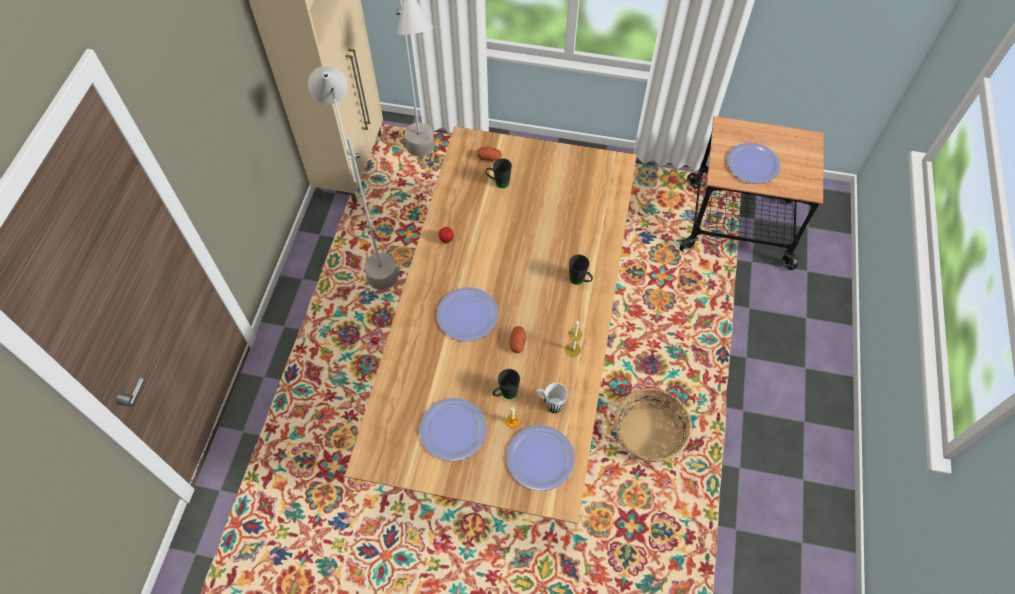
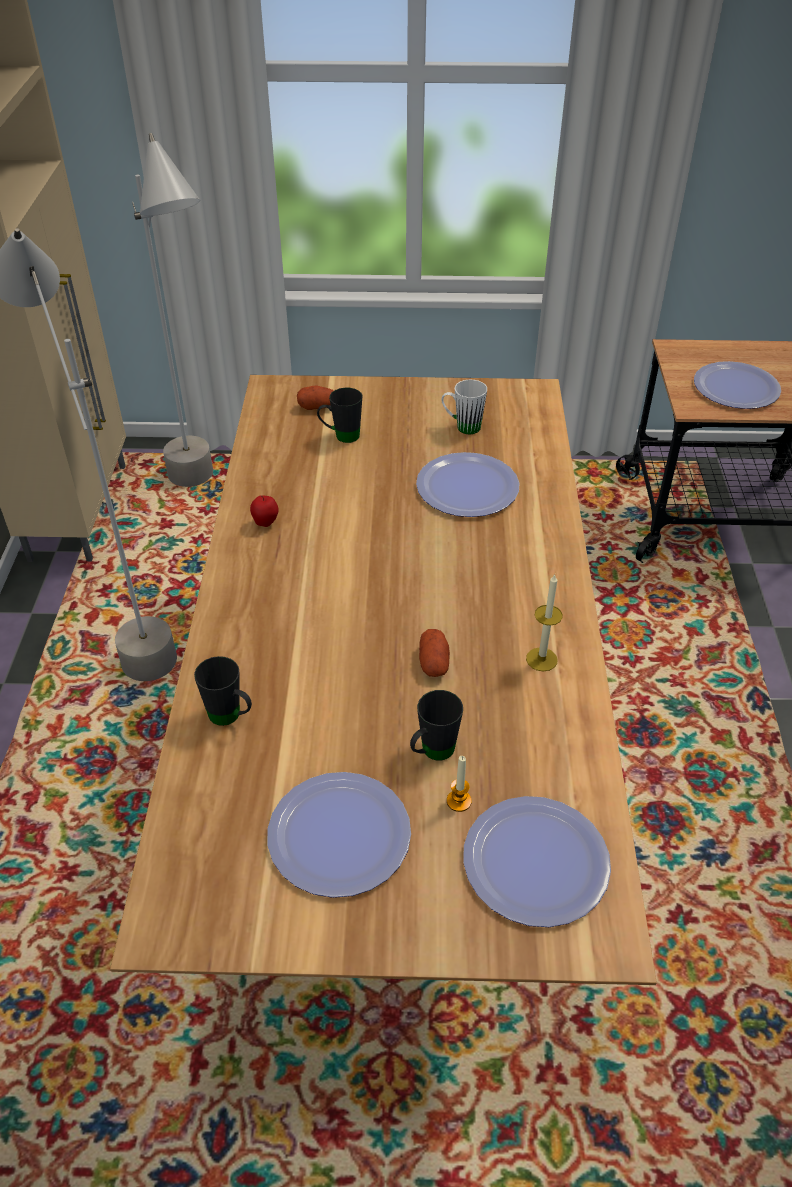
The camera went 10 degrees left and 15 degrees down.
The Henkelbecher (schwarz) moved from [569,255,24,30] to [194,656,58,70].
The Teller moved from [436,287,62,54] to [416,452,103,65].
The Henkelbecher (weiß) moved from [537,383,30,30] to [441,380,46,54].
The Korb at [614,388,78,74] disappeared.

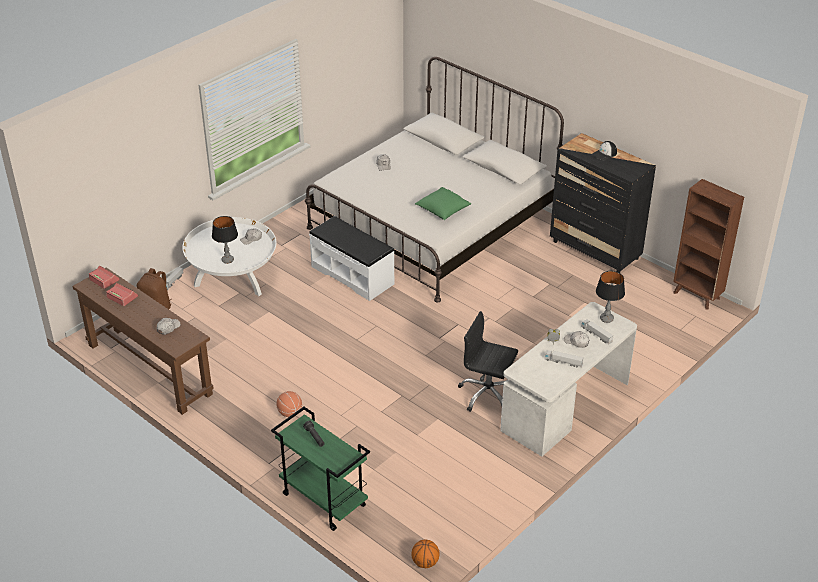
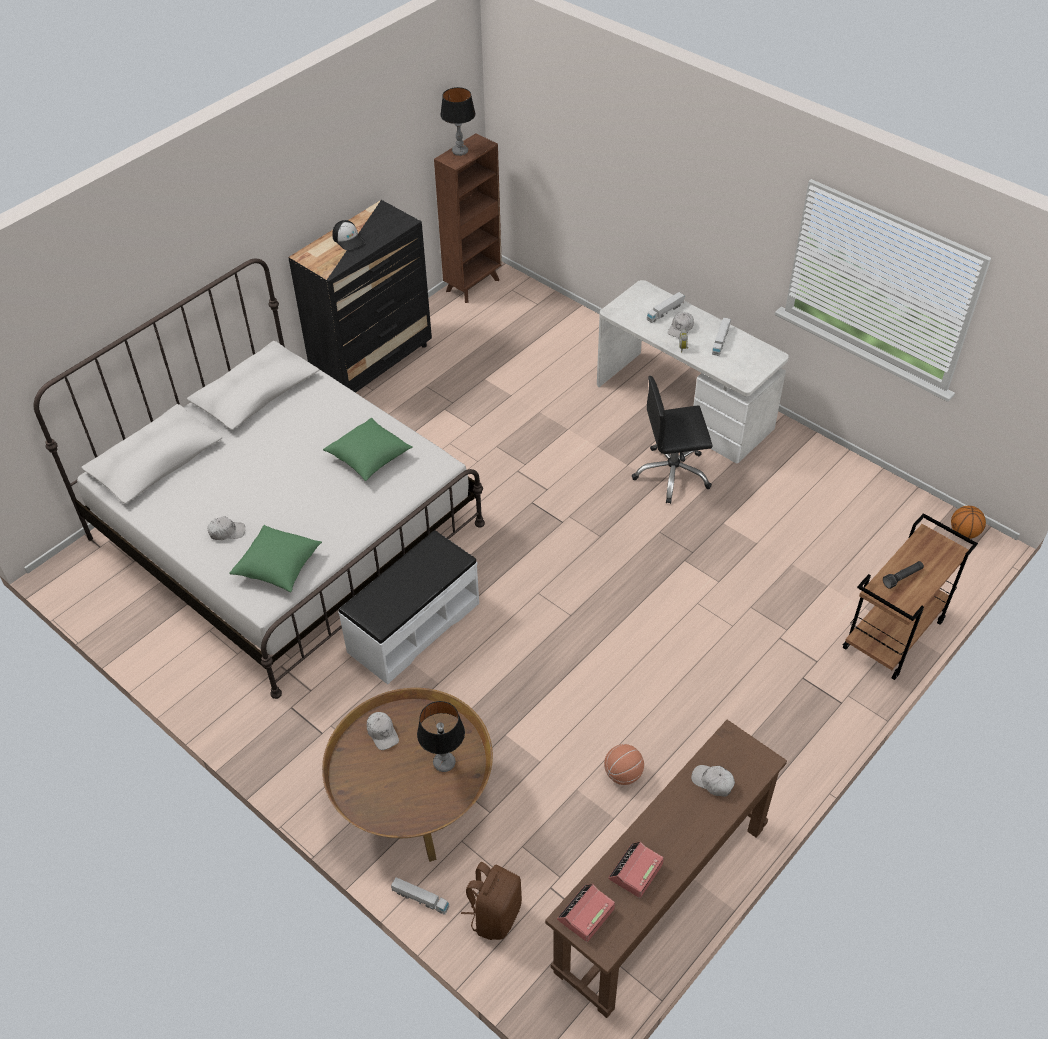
The camera went 90 degrees left and 10 degrees up.
The Kissen (grün) at [229,525,93,67] appeared.
The Couchtisch (weiß) at [182,217,94,79] became the Couchtisch (braun) at [322,688,171,174].
The Tischlampe moved from [596,271,29,52] to [440,87,36,69].
The Basketball moved from [276,391,26,26] to [604,744,40,41].
The Bürostuhl (schwarz) at [458,311,60,101] turned 60 degrees clockwise.
The Rollwagen (grün) at [271,407,99,124] became the Rollwagen (braun) at [843,513,135,167].

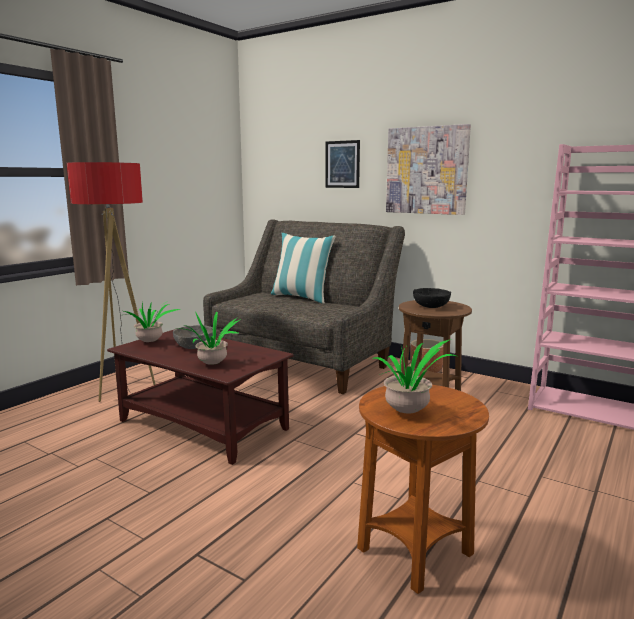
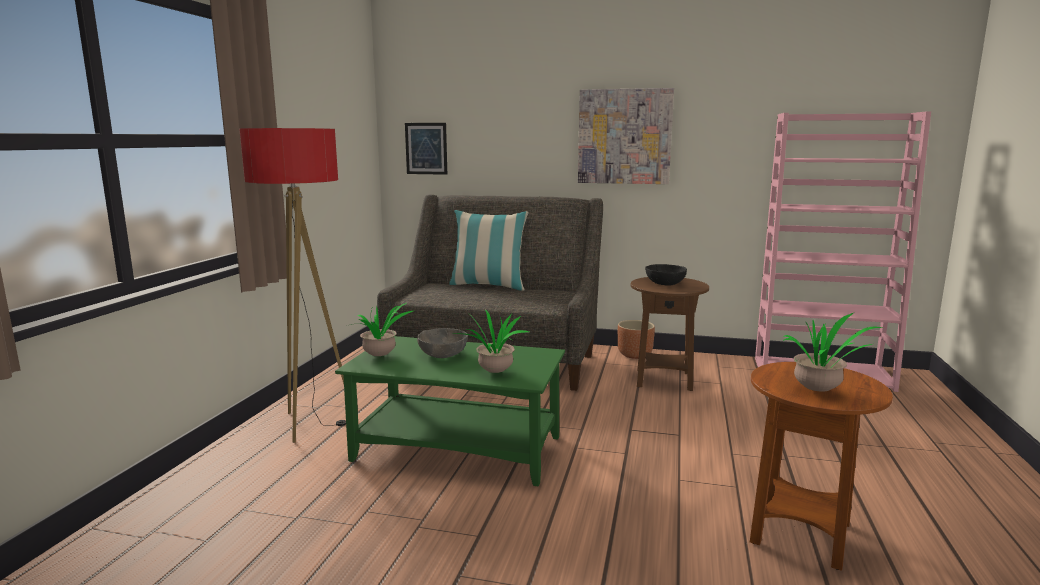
The camera went 20 degrees left and 0 degrees up.
The Couchtisch (braun) at [107,329,187,136] became the Couchtisch (grün) at [335,336,230,151].
The Bild moved from [325,140,35,48] to [405,123,42,52].

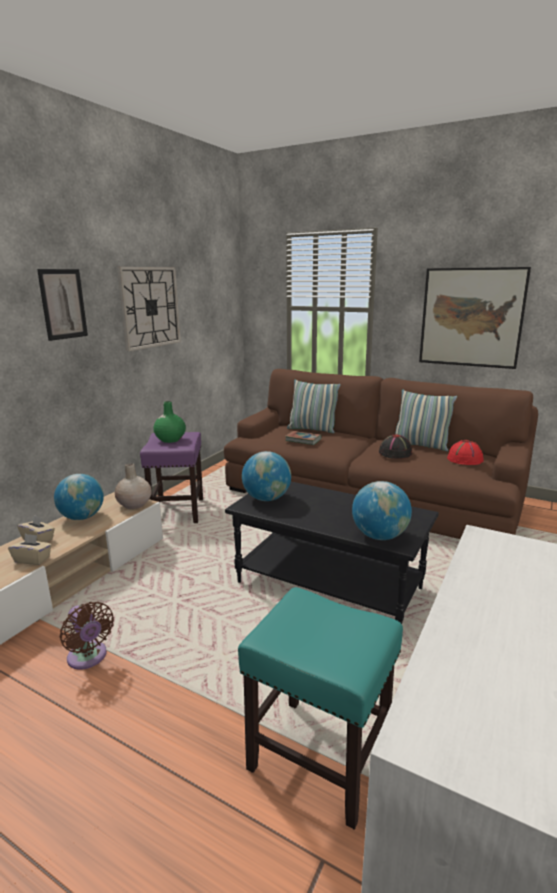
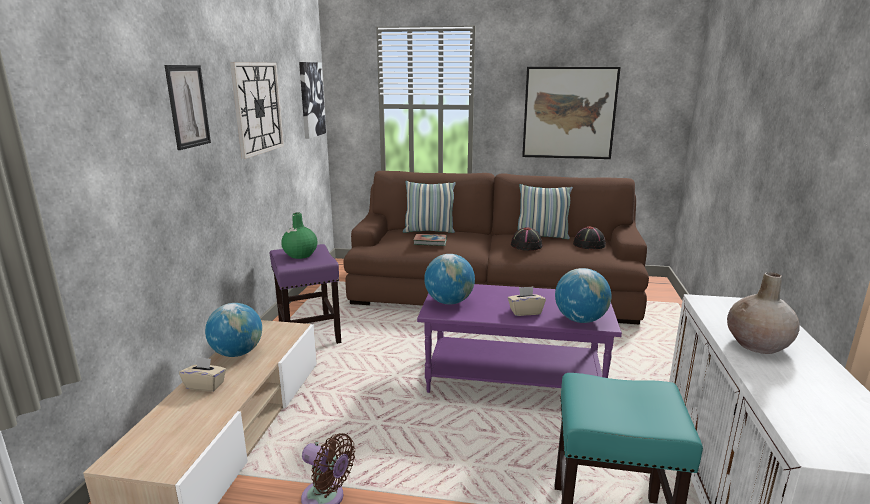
The camera went 20 degrees left and 0 degrees up.
The Bild at [299,62,27,77] appeared.
The Couchtisch (schwarz) at [225,482,214,142] became the Couchtisch (lila) at [417,284,205,109].
The Taschentuchbox (beige) moved from [8,534,44,31] to [508,287,38,29].
The Hut (rot) at [447,440,37,25] became the Hut (schwarz) at [573,226,33,23].
The Vase (beige) moved from [115,463,37,46] to [727,272,73,82].

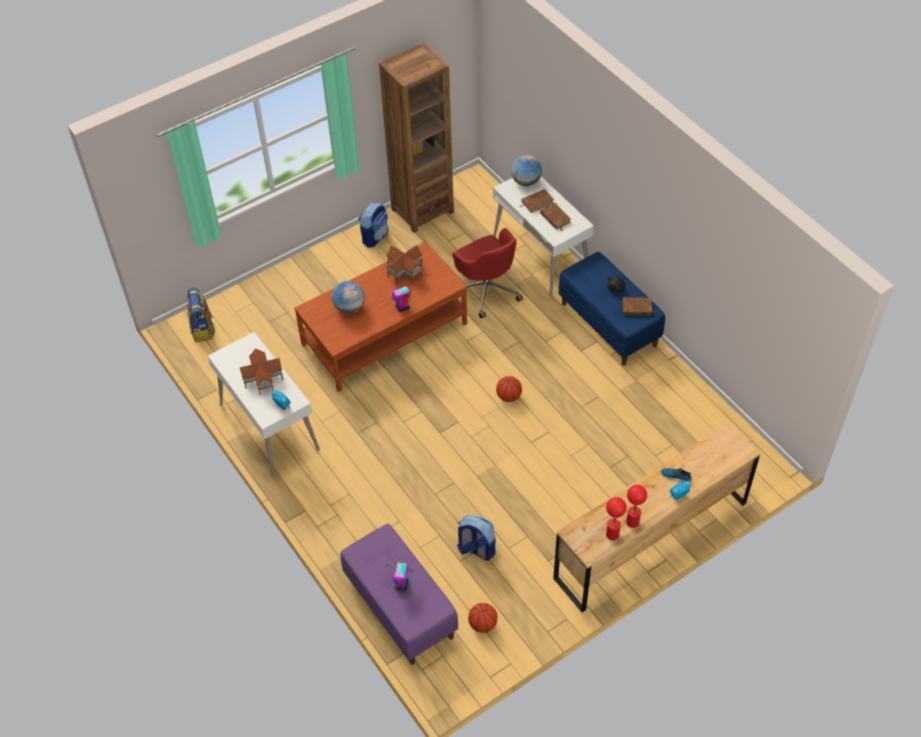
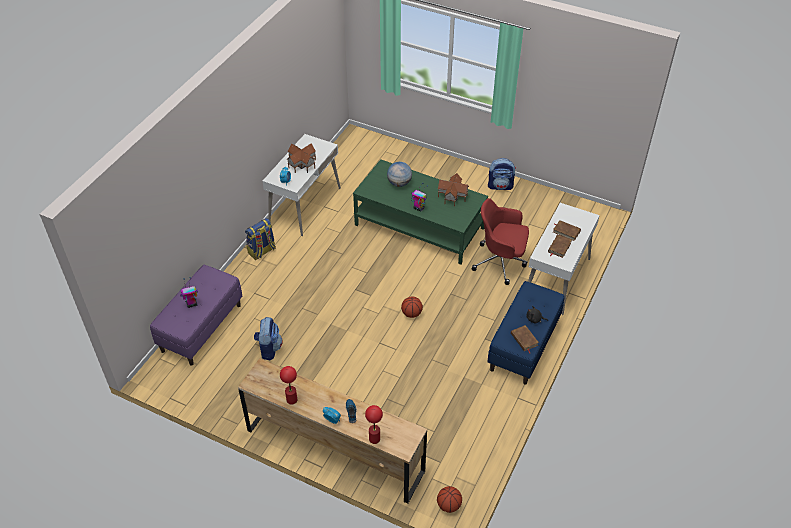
The camera went 60 degrees right and 5 degrees down.
The Rucksack moved from [187,288,28,54] to [245,218,31,42].
The Couchtisch (braun) at [294,242,173,150] became the Couchtisch (grün) at [353,159,135,106].
The Tischlampe (rot) moved from [606,497,21,43] to [365,405,18,39].
The Basketball moved from [468,603,30,30] to [437,486,25,27].
The Bürostuhl (rot) at [452,228,71,91] turned 75 degrees clockwise.
The Bücherregal (braun) at [379,43,75,190] disappeared.
The Globus at [511,155,31,31] disappeared.

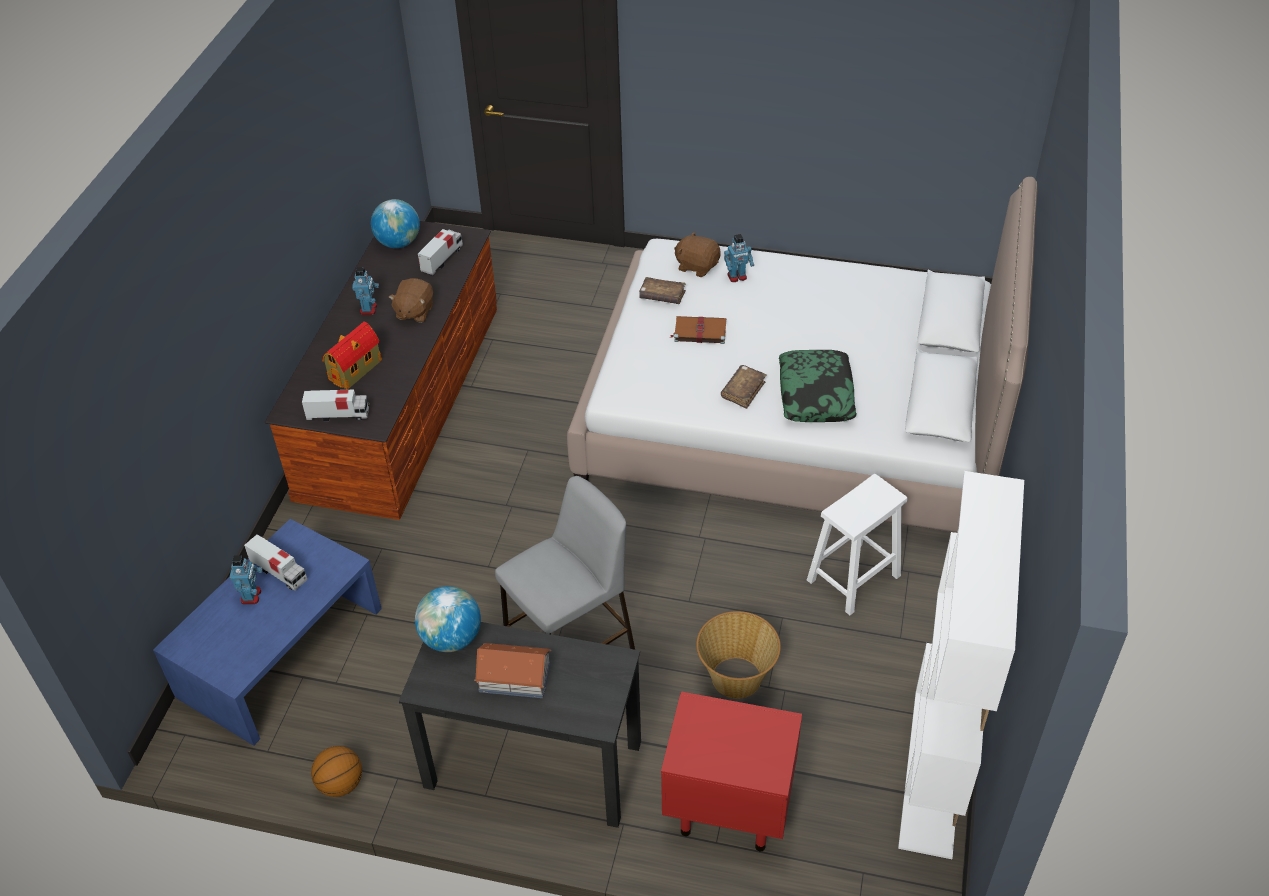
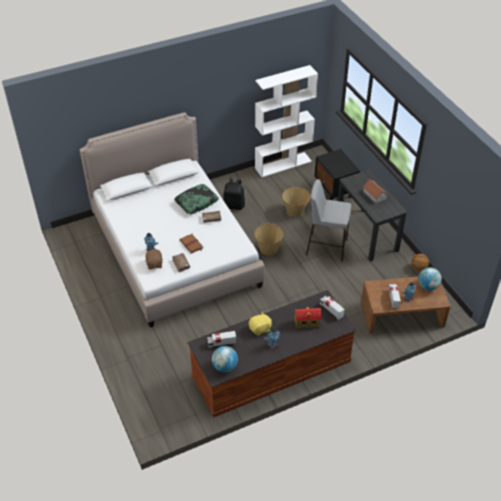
The camera went 130 degrees left and 0 degrees up.
The Hocker (weiß) at [807,474,100,141] was replaced by the Rucksack (schwarz) at [223,179,22,31].
The Plüschtier (braun) at [389,278,44,45] became the Plüschtier (gelb) at [249,312,23,24].
The Korb at [254,224,30,31] appeared.
The Nachttisch (rot) at [661,691,141,161] became the Nachttisch (schwarz) at [315,149,45,51].
The Couchtisch (blau) at [153,519,229,227] became the Couchtisch (braun) at [361,277,90,57].
The Globus moved from [415,586,66,66] to [418,267,24,24].

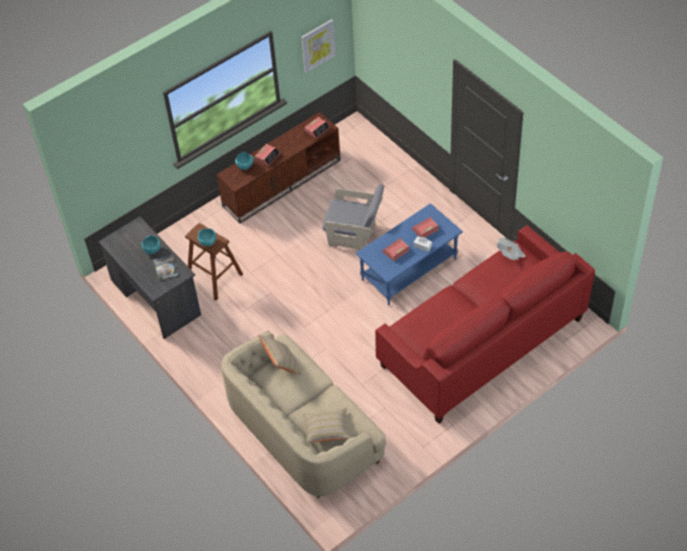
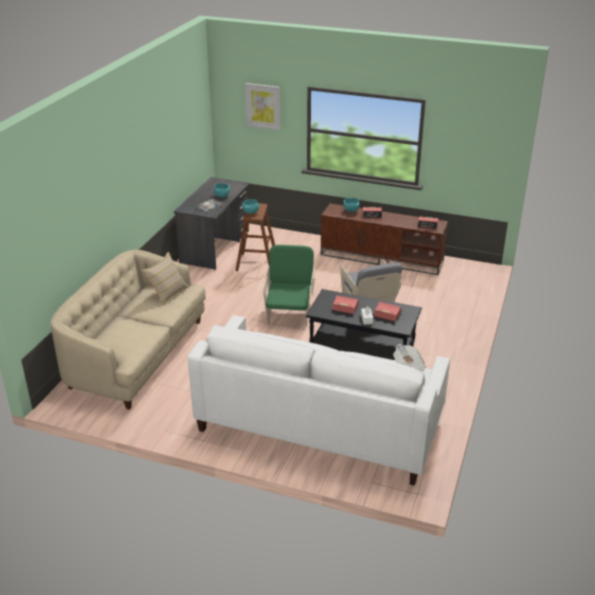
The camera went 55 degrees right and 20 degrees down.
The Sofa (rot) at [375,225,220,199] became the Sofa (weiß) at [188,315,262,171].
The Bild moved from [301,19,35,54] to [245,83,35,47].
The Sessel (grün) at [263,245,52,83] appeared.
The Couchtisch (blau) at [356,203,107,102] became the Couchtisch (schwarz) at [306,289,116,71].
The Kissen (beige) at [303,408,48,35] disappeared.

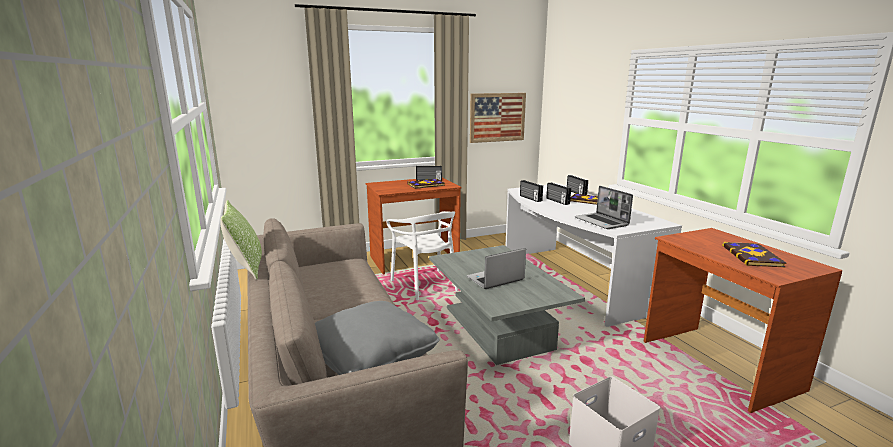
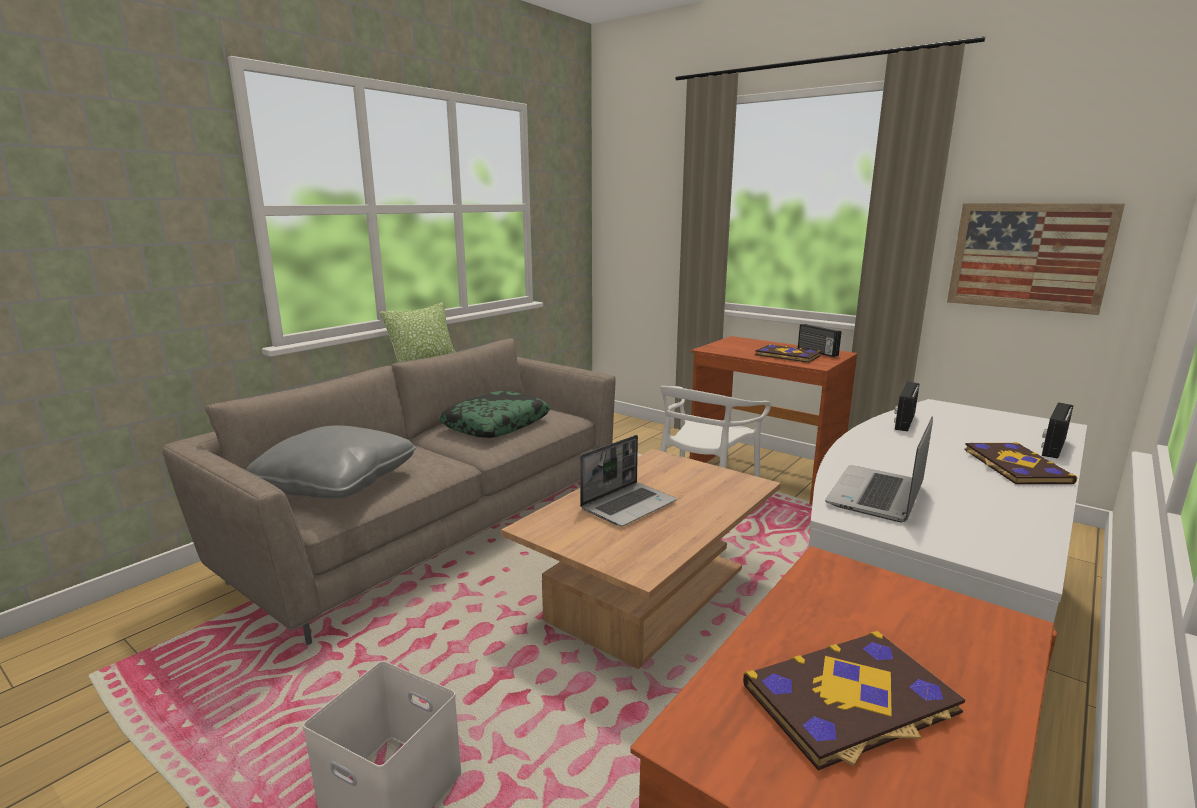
The camera went 60 degrees right and 0 degrees up.
The Kissen at [438,391,113,47] appeared.
The Couchtisch (grau) at [429,245,156,120] became the Couchtisch (braun) at [501,449,280,220].
The Laptop at [467,248,59,41] turned 105 degrees clockwise.
The Radio at [546,183,25,22] disappeared.

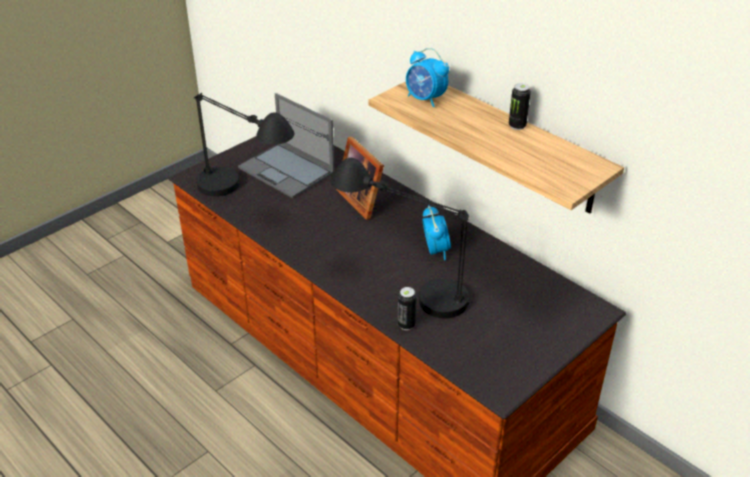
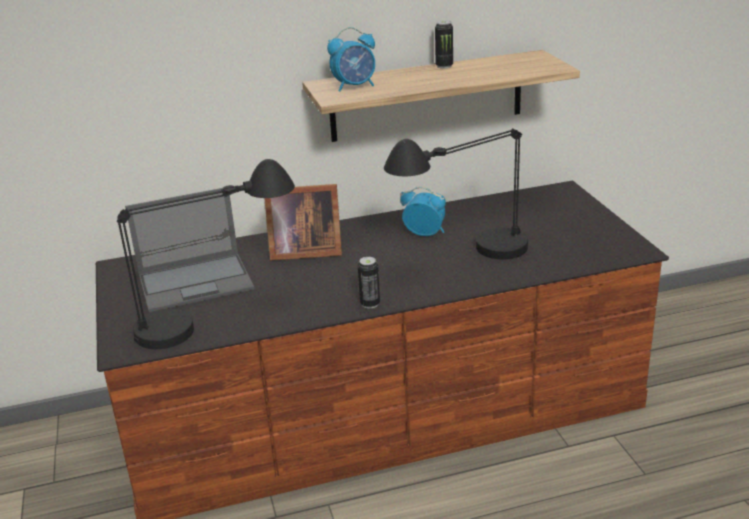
The camera went 60 degrees left and 10 degrees down.
The Dose moved from [398,287,19,43] to [358,257,22,52].

